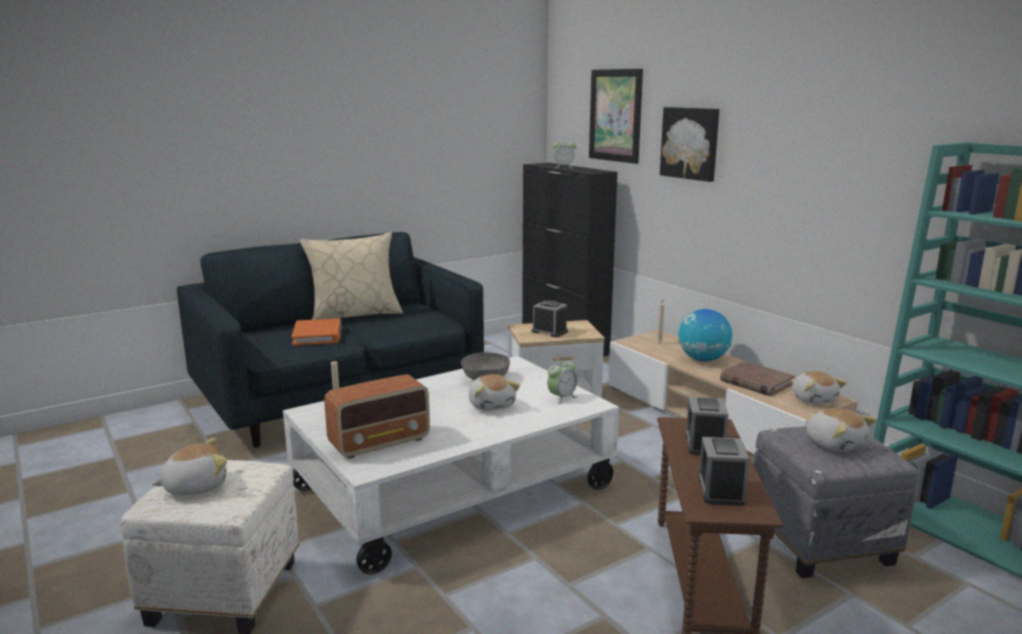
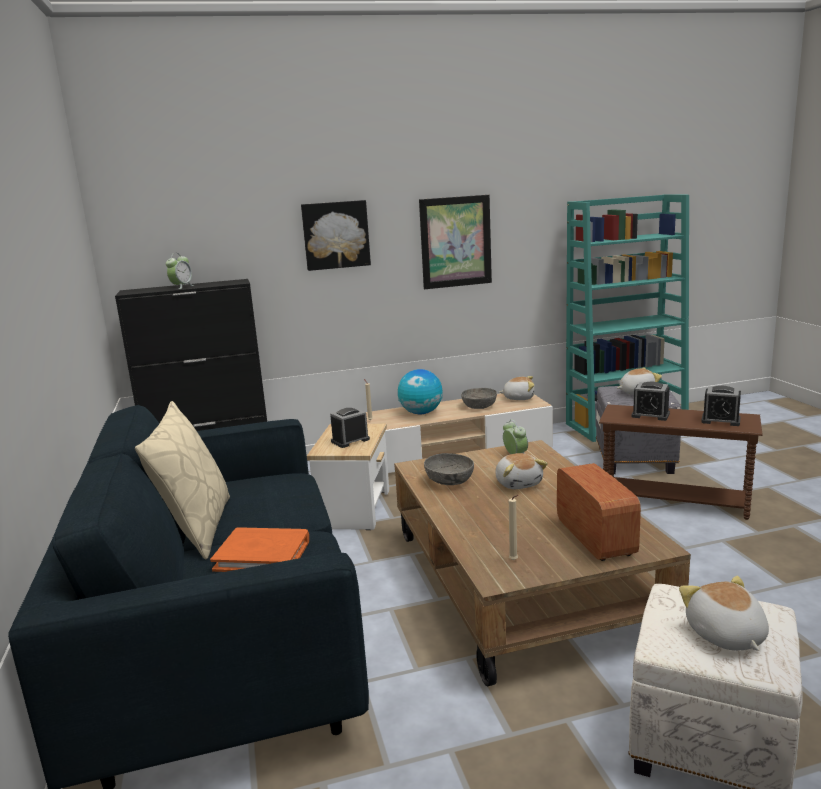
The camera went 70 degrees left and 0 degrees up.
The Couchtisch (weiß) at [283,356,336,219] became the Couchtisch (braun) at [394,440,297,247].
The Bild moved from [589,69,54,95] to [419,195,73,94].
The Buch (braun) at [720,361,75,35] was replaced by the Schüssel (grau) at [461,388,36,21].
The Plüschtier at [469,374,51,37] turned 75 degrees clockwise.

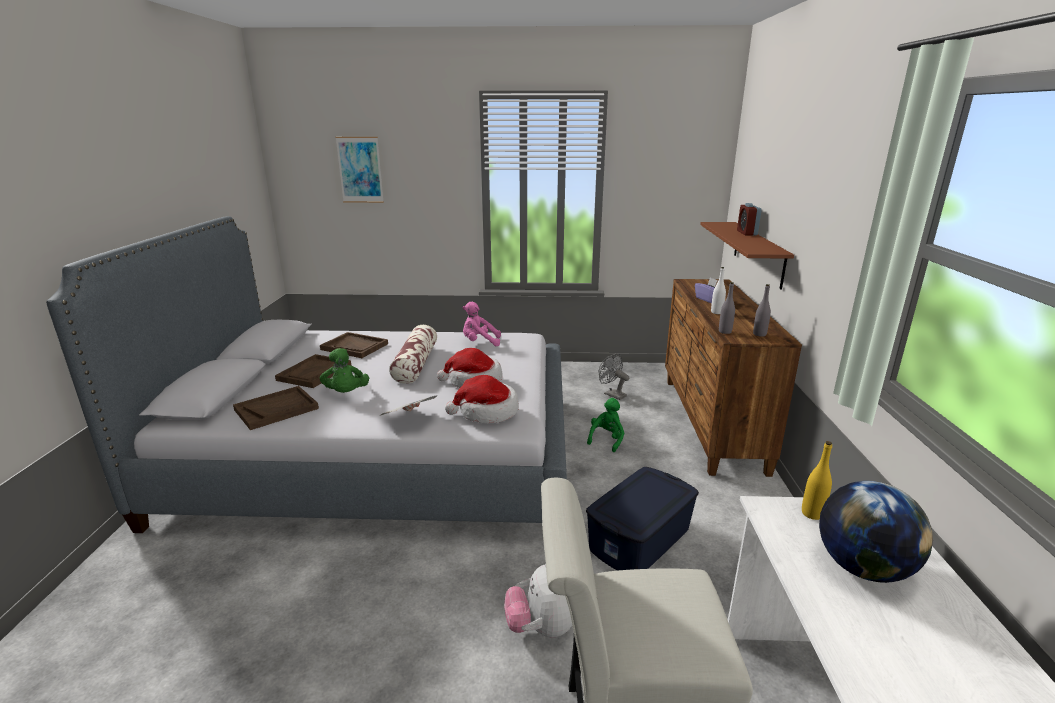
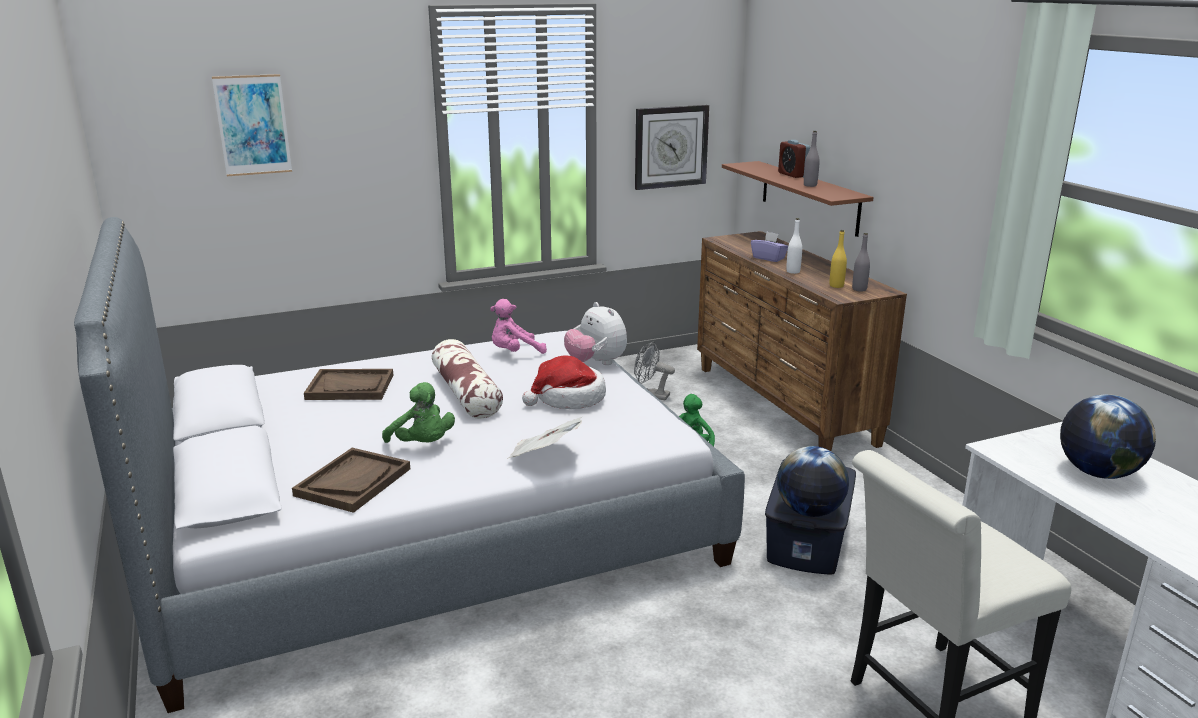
The camera went 25 degrees left and 0 degrees up.
The Plüschtier moved from [504,563,68,74] to [564,302,63,63].
The Wanduhr at [635,105,74,85] appeared.
The Globus at [777,446,72,71] appeared.
The Flasche (grau) moved from [719,282,16,52] to [804,131,16,56].
The Flasche (gelb) moved from [802,441,30,79] to [830,230,17,58].
The Tablett (braun) at [275,354,76,34] disappeared.
The Hut at [445,375,74,48] disappeared.

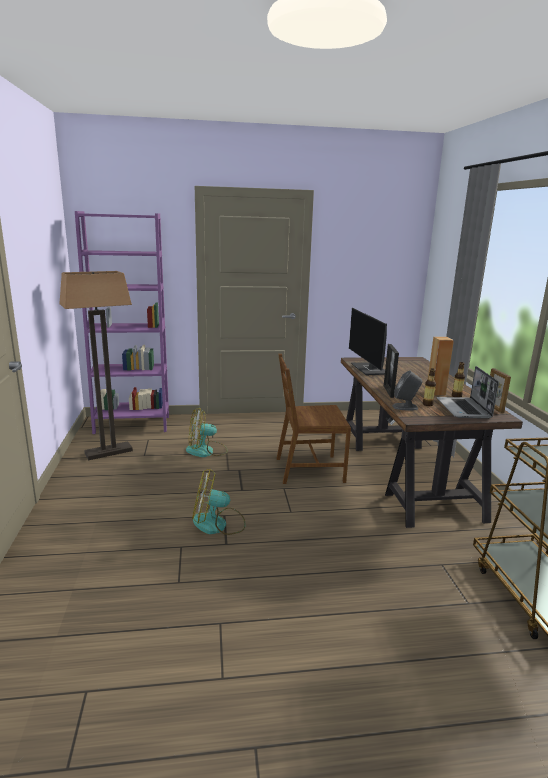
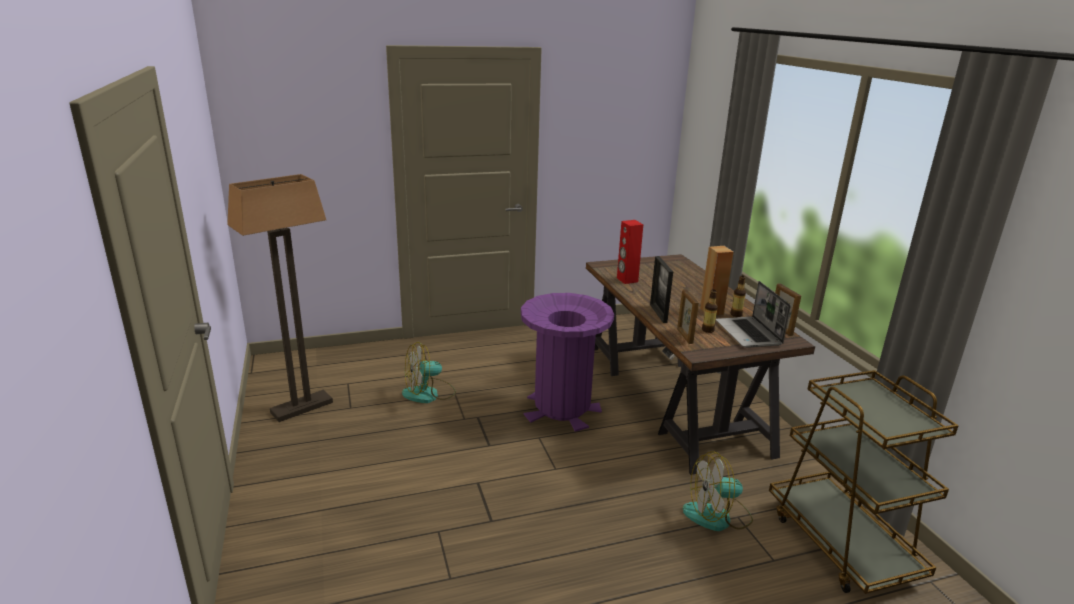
The camera went 10 degrees left and 5 degrees up.
The Stuhl (braun) at [276,354,75,130] was replaced by the Mülleimer (lila) at [521,293,93,139].
The Monitor at [349,308,38,68] was replaced by the Lautsprecher (rot) at [617,220,26,64].
The Lautsprecher (grau) at [393,371,30,40] was replaced by the Bilderrahmen at [677,289,22,55].
The Ventilator moved from [192,469,53,66] to [682,451,71,80].
The Bücherregal (lila) at [75,211,94,223] disappeared.

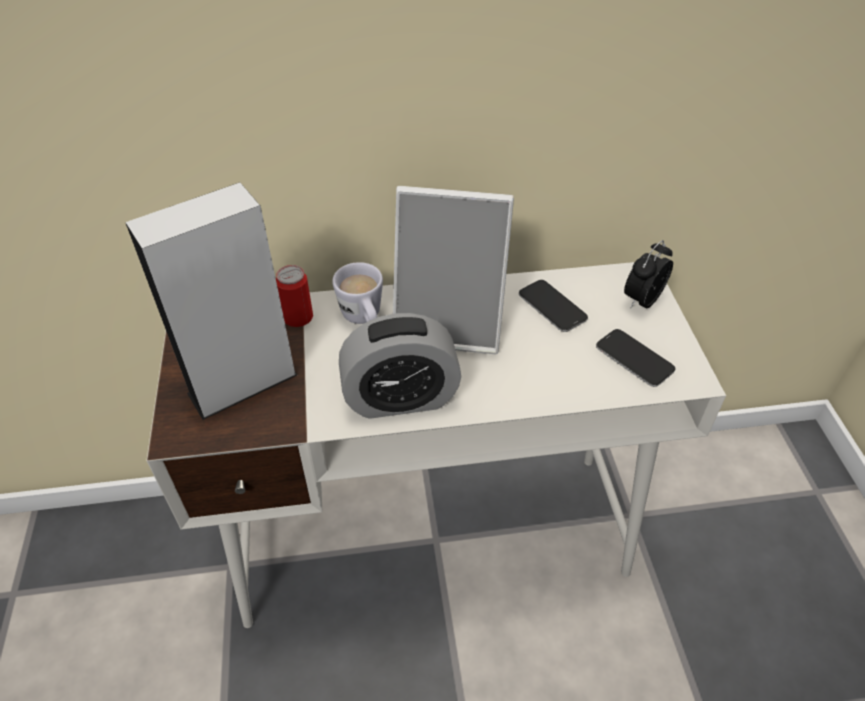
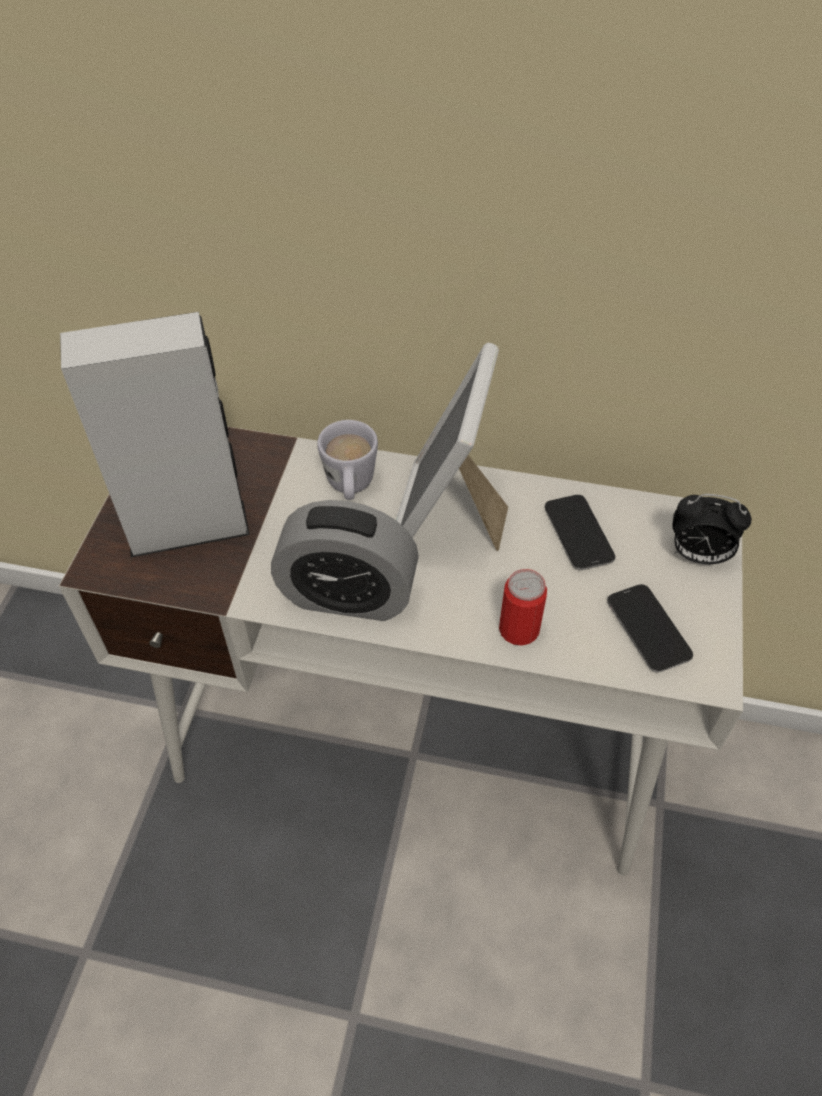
The camera went 20 degrees right and 5 degrees up.
The Bilderrahmen at [393,186,121,169] turned 75 degrees clockwise.
The Dose moved from [276,265,37,62] to [499,569,48,77].
The Wecker at [624,240,49,69] turned 135 degrees counterclockwise.

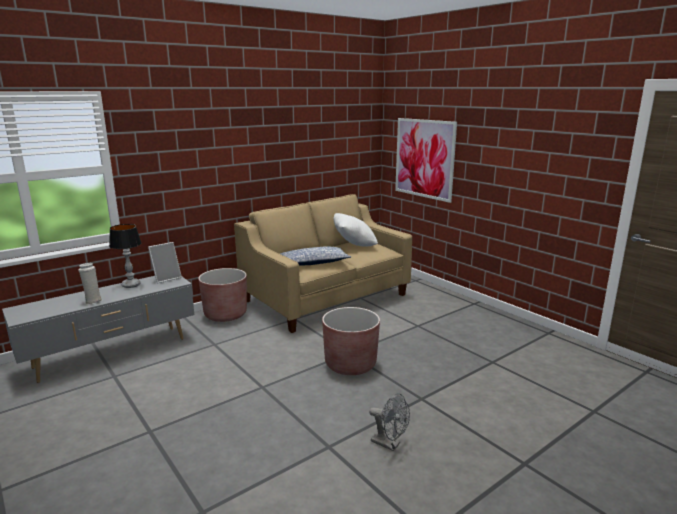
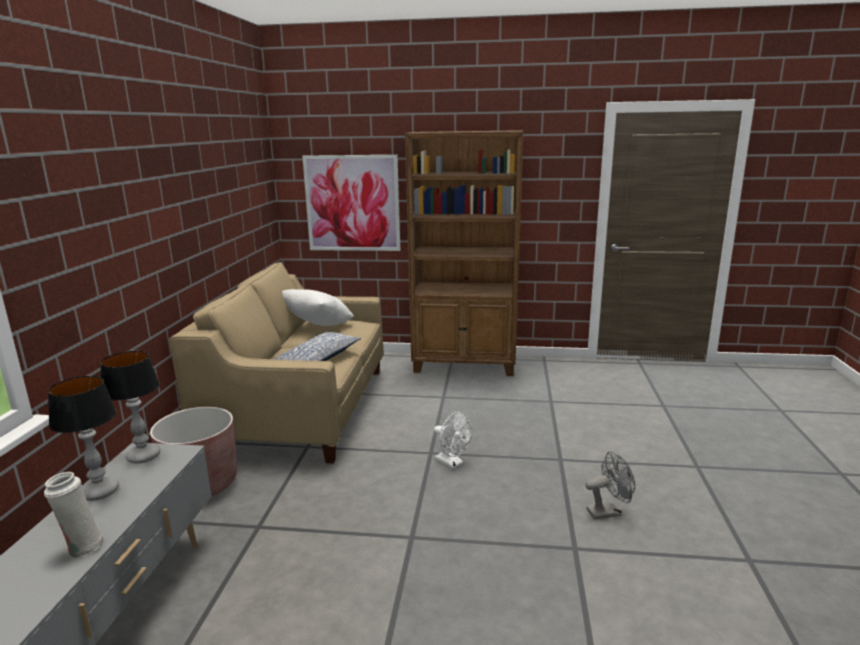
The camera went 45 degrees left and 0 degrees up.
The Bilderrahmen at [148,242,34,42] was replaced by the Tischlampe at [100,351,60,113].
The Bücherregal (braun) at [405,130,118,246] appeared.
The Pflanzkübel (braun) at [322,307,58,68] was replaced by the Ventilator (weiß) at [434,412,38,57].

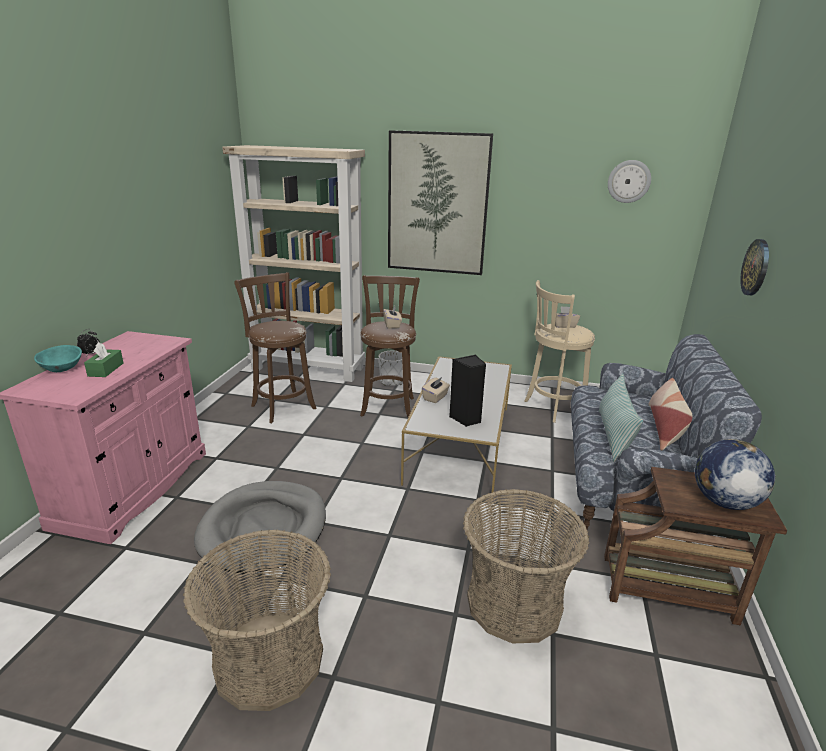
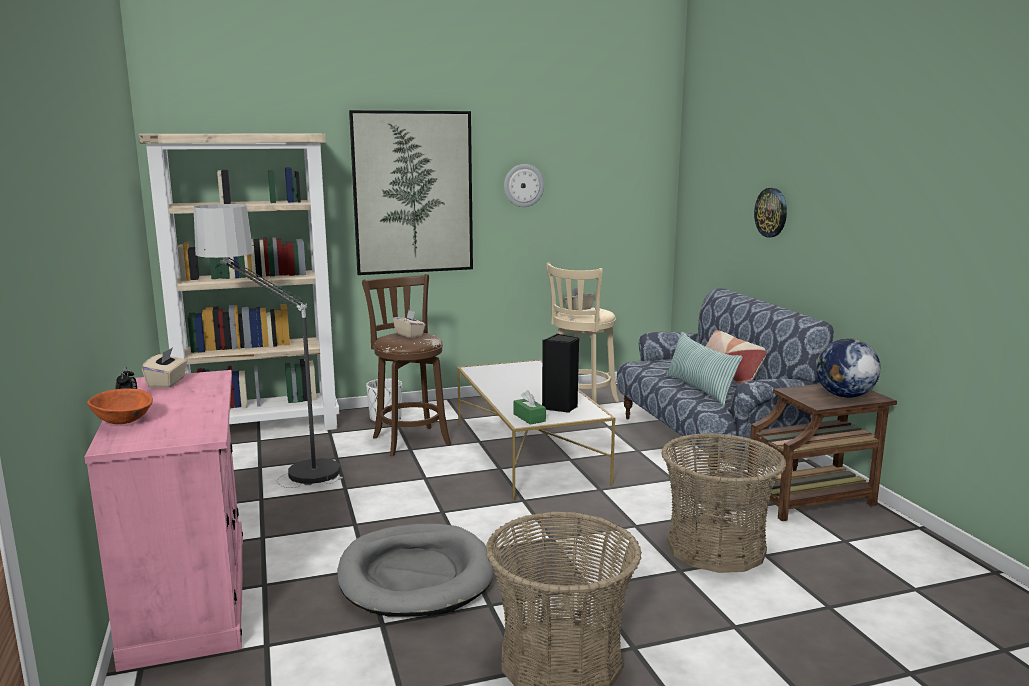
The camera went 30 degrees left and 10 degrees down.
The Schüssel (türkis) at [34,345,48,27] became the Schüssel (orange) at [87,388,66,36].
The Taschentuchbox (beige) moved from [422,377,28,26] to [142,347,45,41].
The Hocker (braun) at [234,272,82,151] was replaced by the Stehlampe at [193,204,150,284].
The Wanduhr moved from [608,160,43,43] to [504,164,40,43].
The Taschentuchbox (grün) moved from [84,342,39,35] to [514,390,32,35].

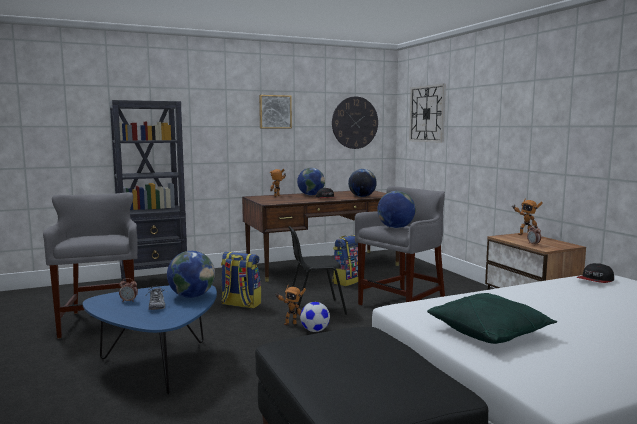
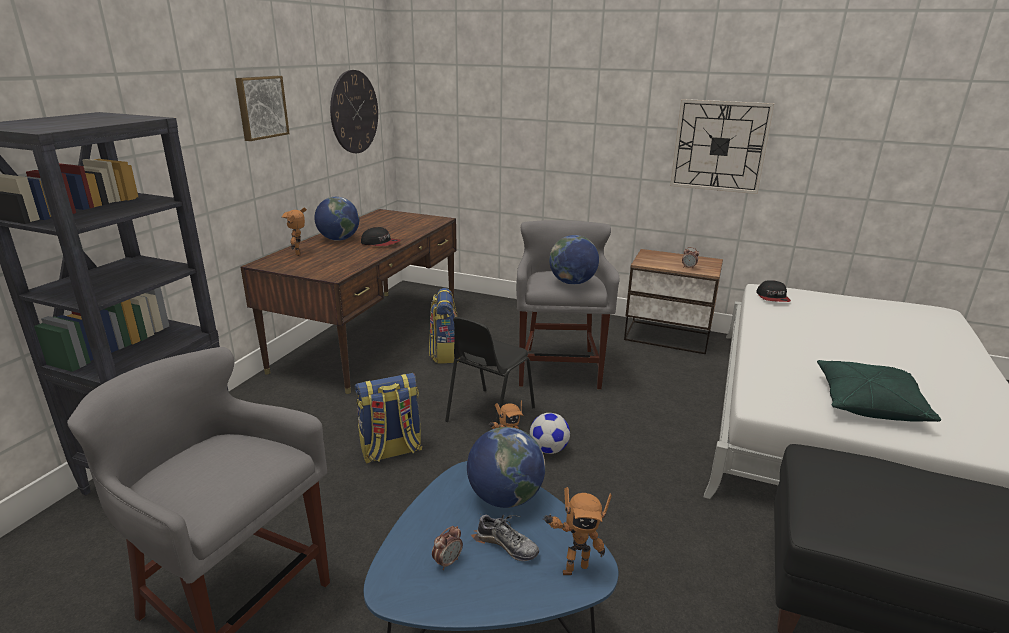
The camera went 45 degrees left and 15 degrees up.
The Spielzeugroboter moved from [513,198,30,37] to [543,487,69,88].
The Wanduhr moved from [409,84,37,59] to [670,99,104,95].
The Globus at [348,169,29,28] disappeared.

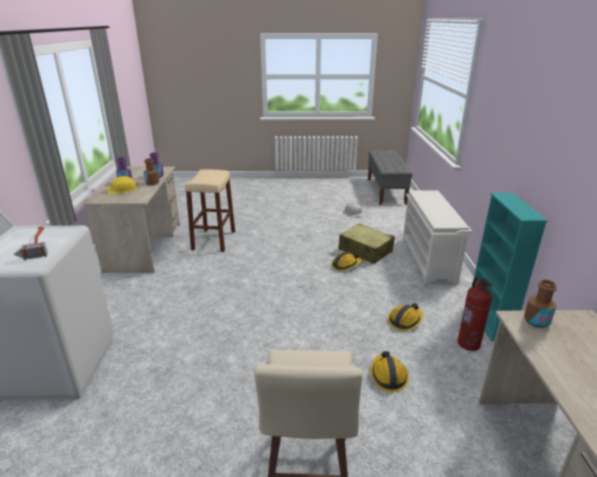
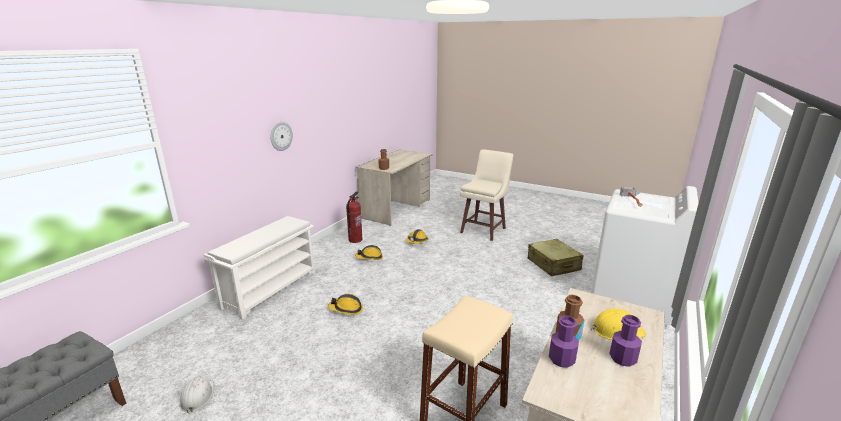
The camera went 150 degrees left and 5 degrees down.
The Wanduhr at [270,122,23,29] appeared.
The Koffer (beige) moved from [338,223,57,41] to [528,239,55,37].
The Bücherregal (türkis) at [474,193,73,148] disappeared.

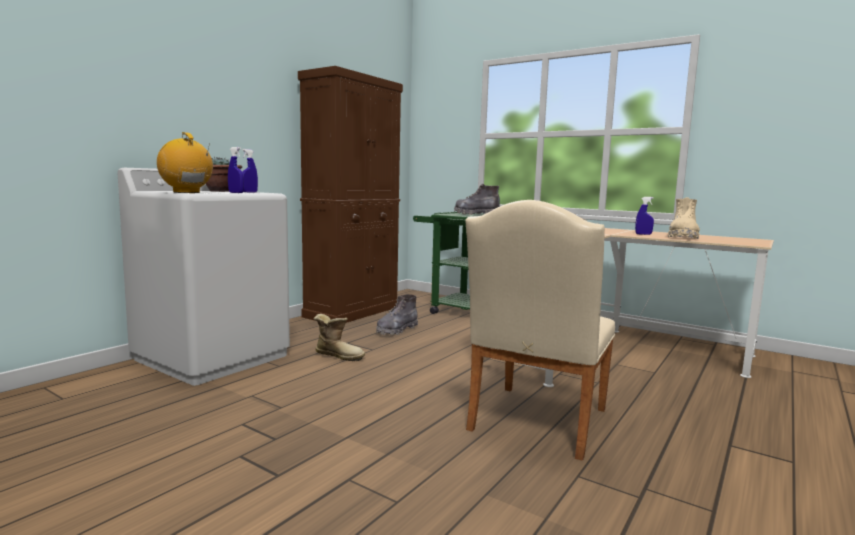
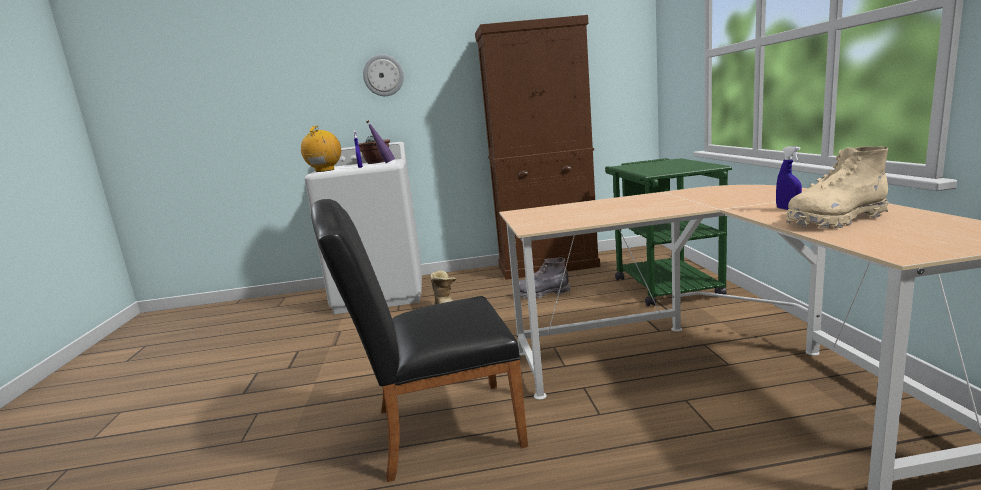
The camera went 50 degrees right and 5 degrees up.
The Stuhl (beige) at [465,200,150,261] became the Stuhl (schwarz) at [311,199,217,283].
The Wanduhr at [363,54,41,42] appeared.
The Sprühflasche (blau) at [242,149,16,43] was replaced by the Flasche (lila) at [366,120,29,43].
The Stiefel (grau) at [454,184,46,31] disappeared.

